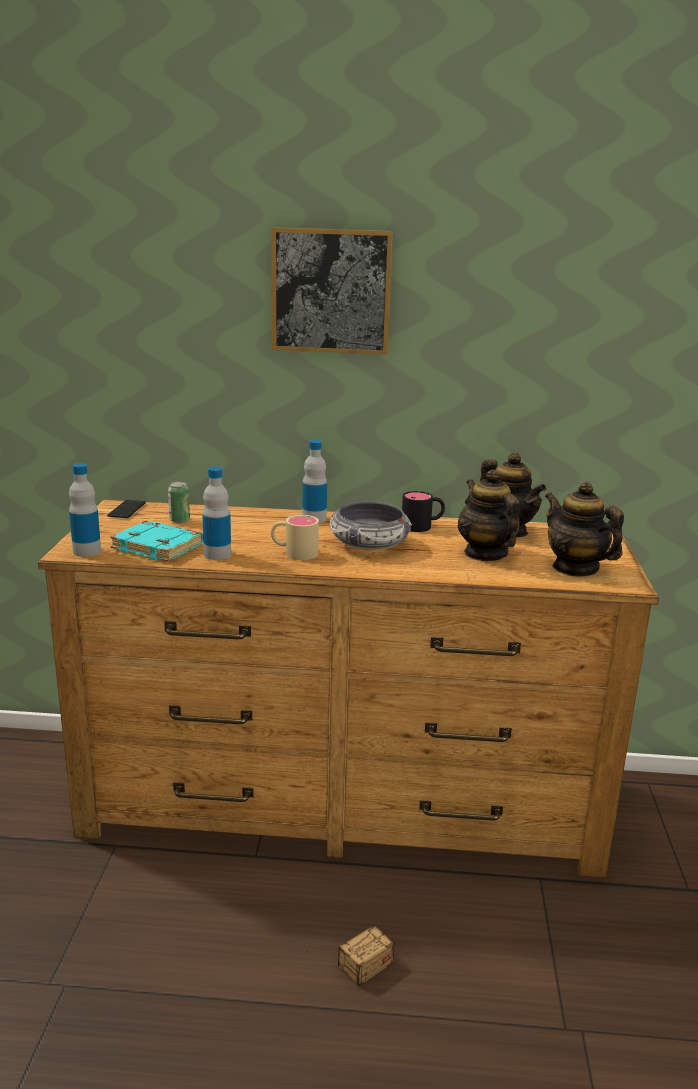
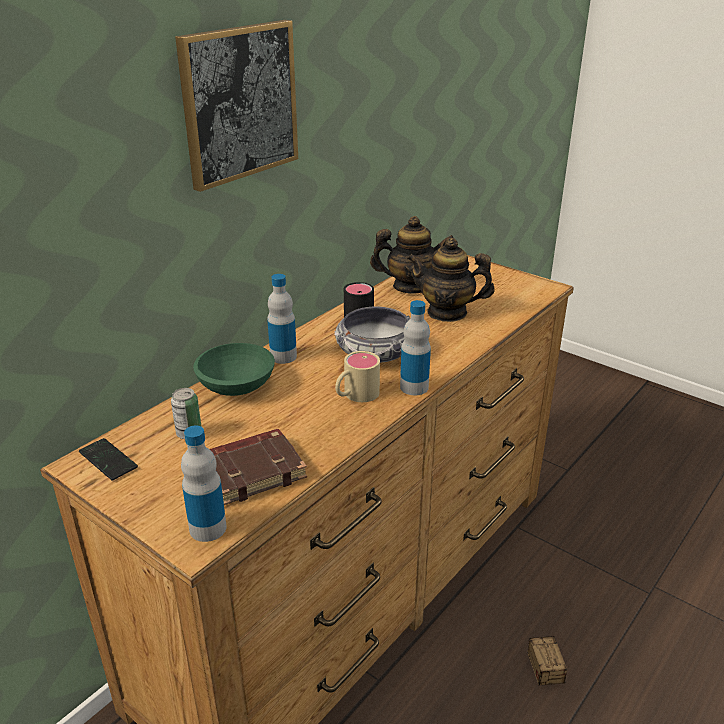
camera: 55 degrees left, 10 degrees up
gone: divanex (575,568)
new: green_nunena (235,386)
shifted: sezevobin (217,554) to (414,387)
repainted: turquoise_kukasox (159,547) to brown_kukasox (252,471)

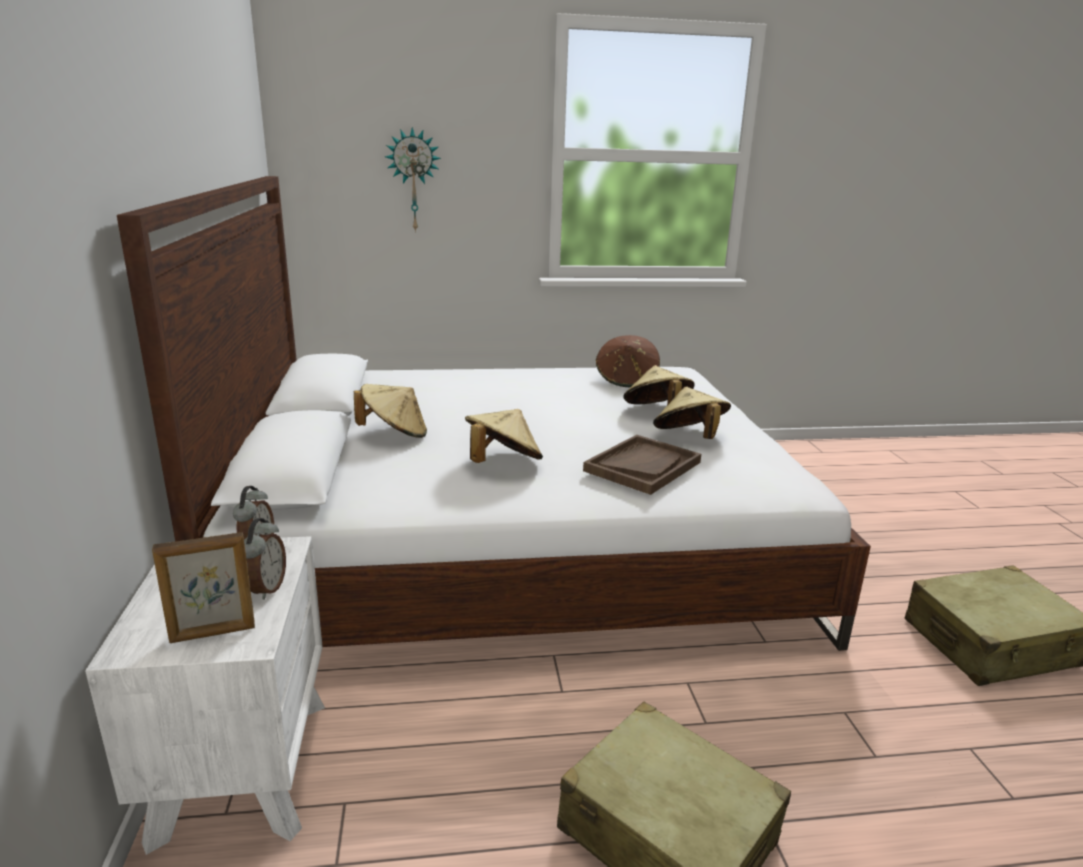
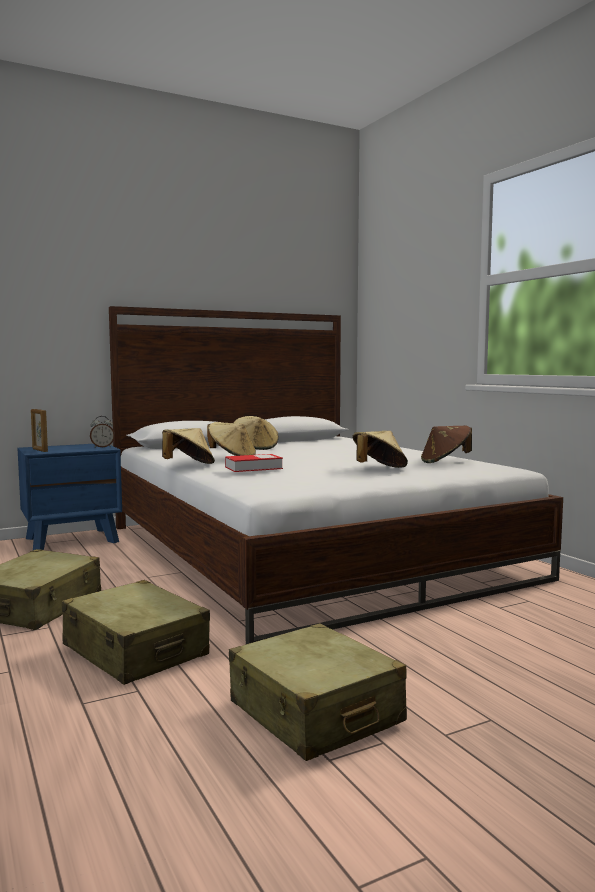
camera: 70 degrees right, 15 degrees down
gone: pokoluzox (266,588); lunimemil (413,180)
new: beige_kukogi (135,651)
shifted: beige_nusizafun (689,438) to (188,465)
swapped: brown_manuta (642,466) to kukasox (253,468)
repainted: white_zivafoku (242,767) to blue_zivafoku (72,540)

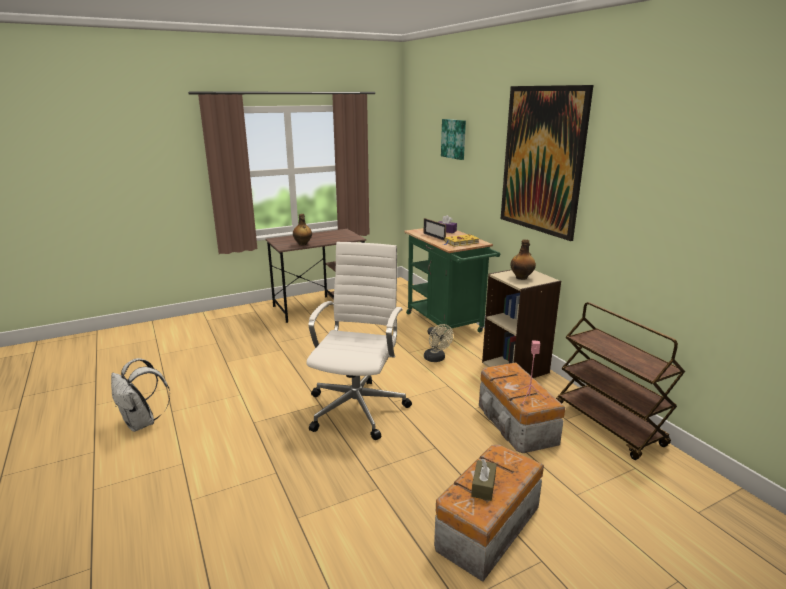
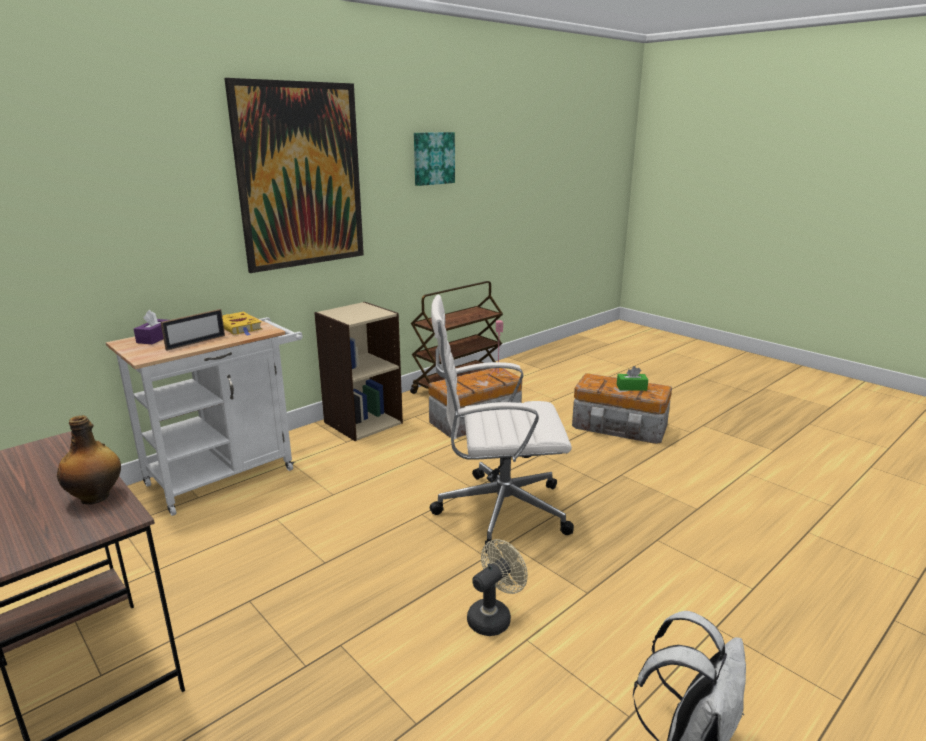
camera: 105 degrees left, 0 degrees up
gone: sezevobin (522,277)
shifted: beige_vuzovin (436,359) to (493,616); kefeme (454,139) to (433,158)
repainted: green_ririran (447,324) to white_ririran (229,473); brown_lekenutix (483,486) to green_lekenutix (631,387)

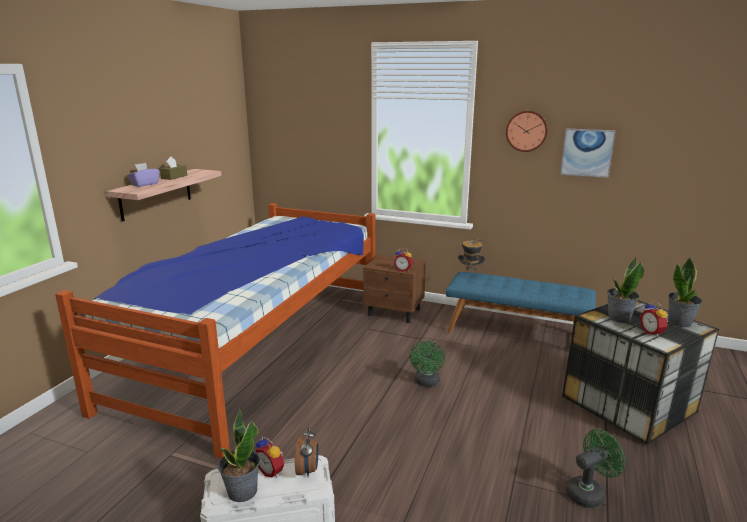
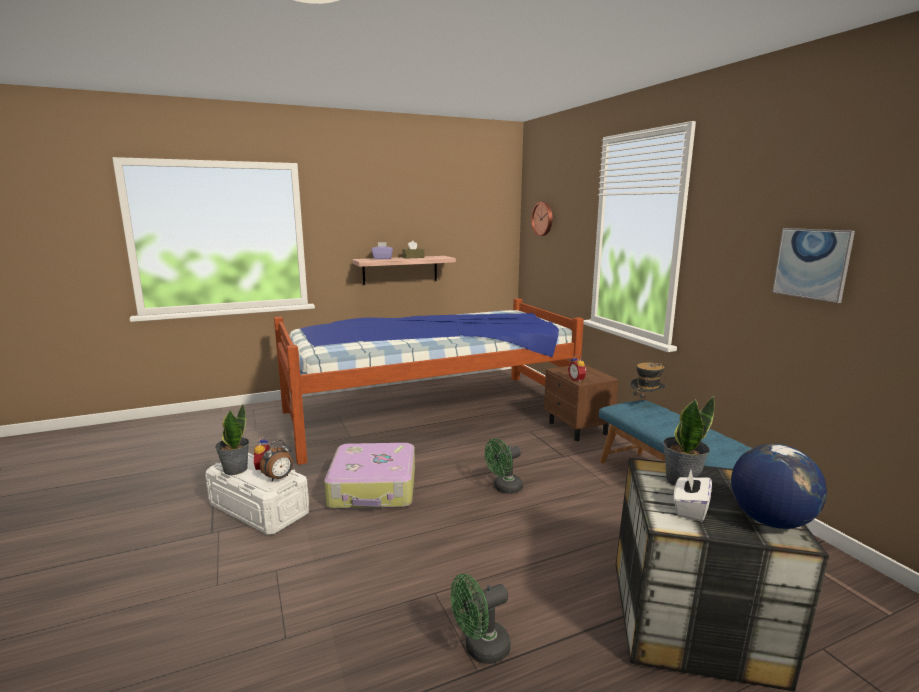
camera: 45 degrees right, 5 degrees down
new: kukogi (374,488)
shifted: lunimemil (526,131) to (543,219)
swapped: pokoluzox (652,332) to white_lekenutix (690,509); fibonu (680,322) to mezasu (770,521)
rotated: green_vuzovin (589,492) = (480,649) 135 degrees clockwise

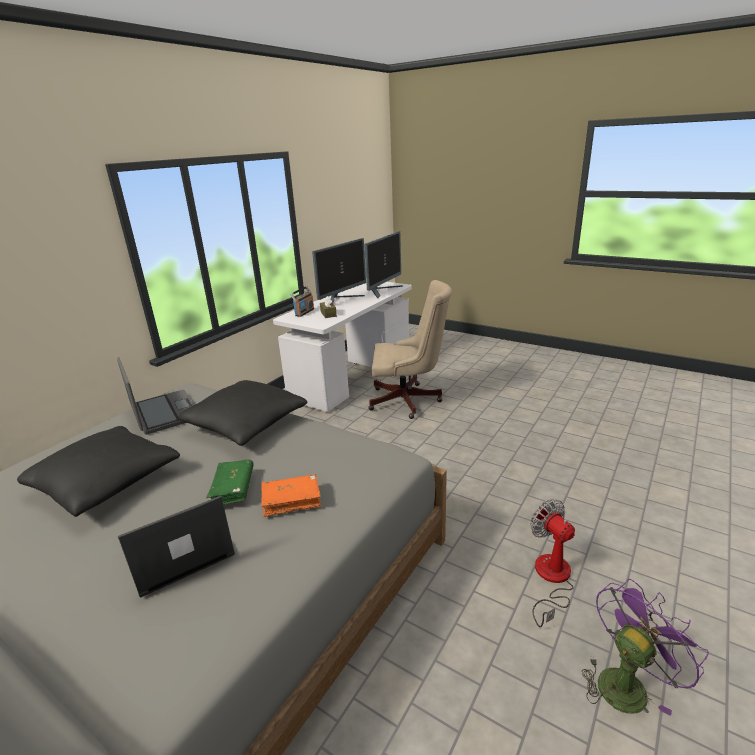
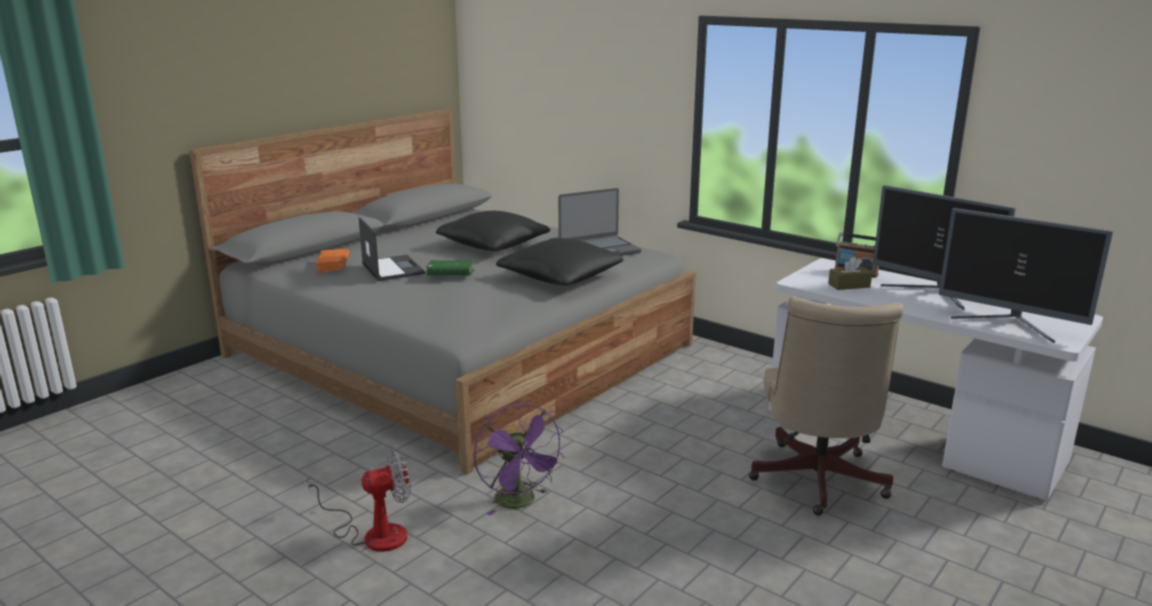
camera: 95 degrees right, 5 degrees down
shifted: orange_kukasox (291,500) to (333,266); purple_vuzovin (626,682) to (520,502)

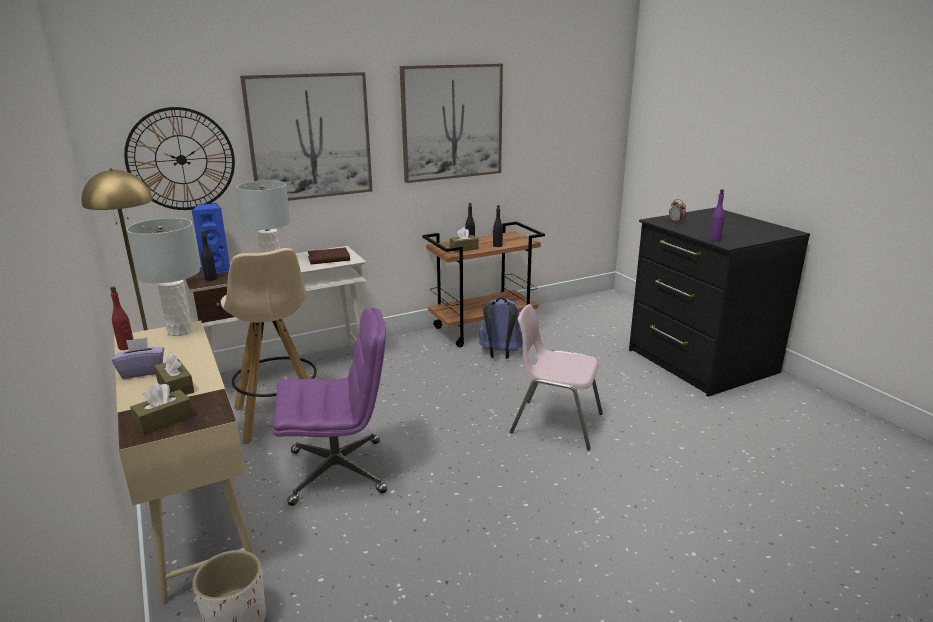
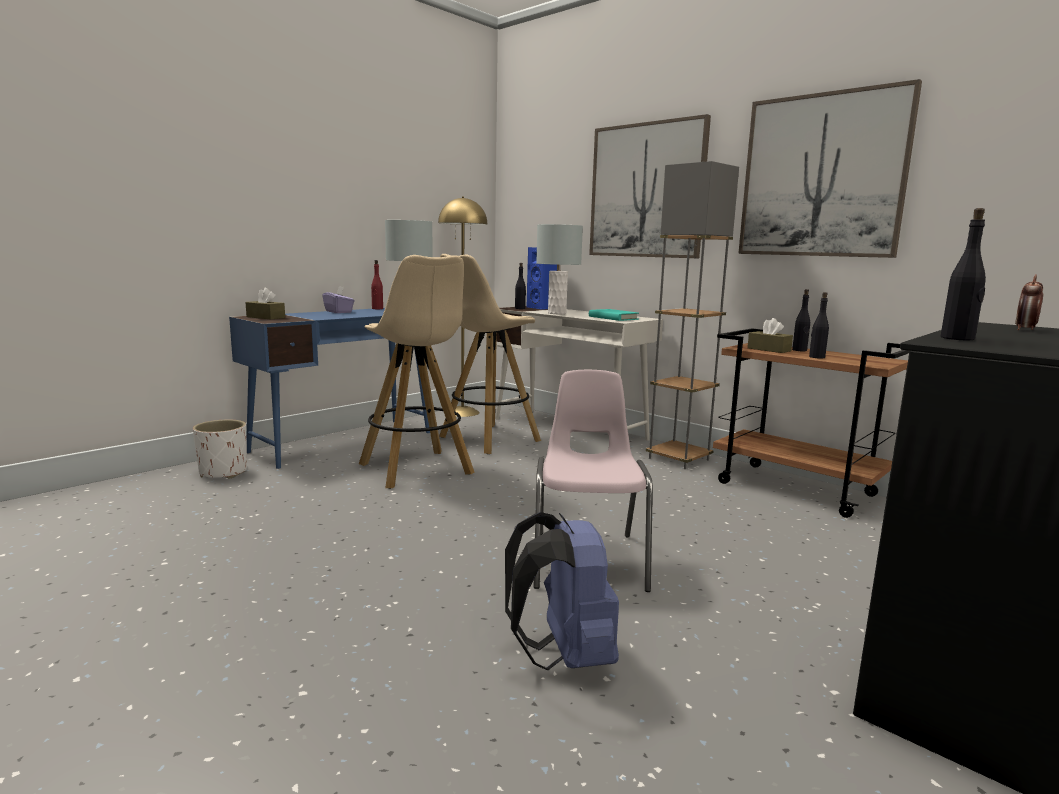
camera: 70 degrees right, 10 degrees down
gone: lunimemil (181,159); brown_lekenutix (175,387)
new: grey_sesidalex (679,459)
shifted: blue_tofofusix (500,354) to (564,656)
swapped: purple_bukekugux (339,471) to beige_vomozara (416,470)
repainted: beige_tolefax (196,513) to blue_tolefax (344,441); brown_kukasox (329,259) to turquoise_kukasox (613,318); purple_sezevobin (715,239) to black_sezevobin (958,338)

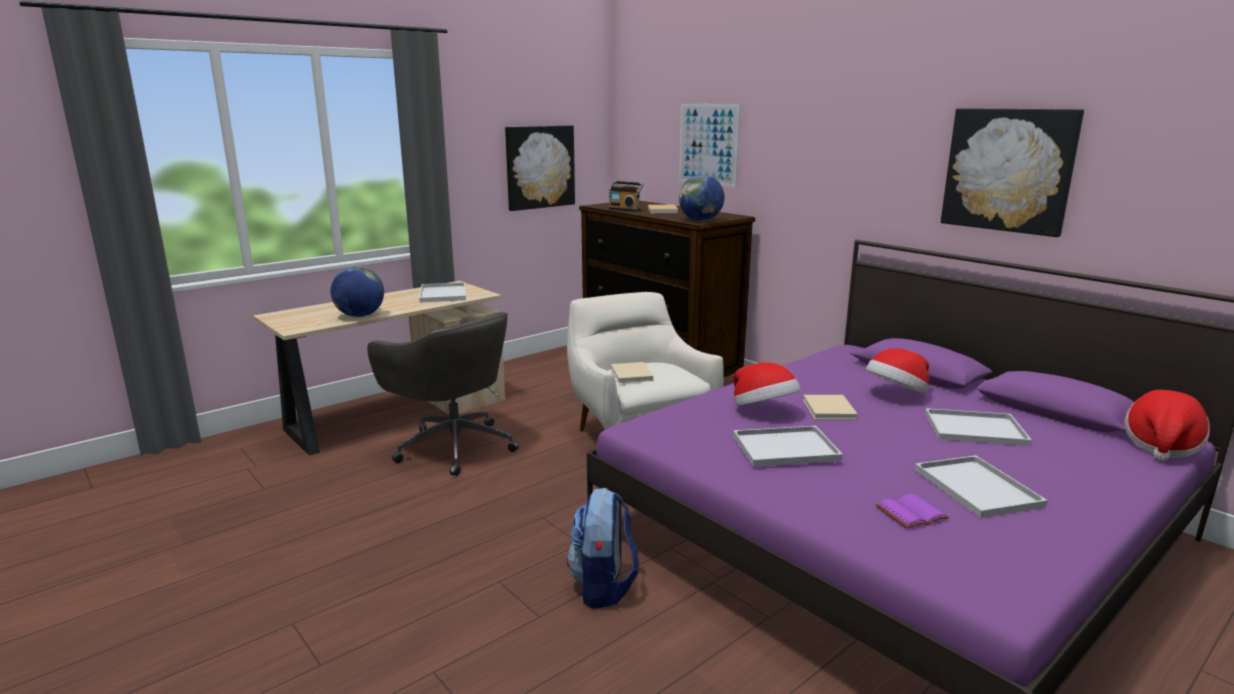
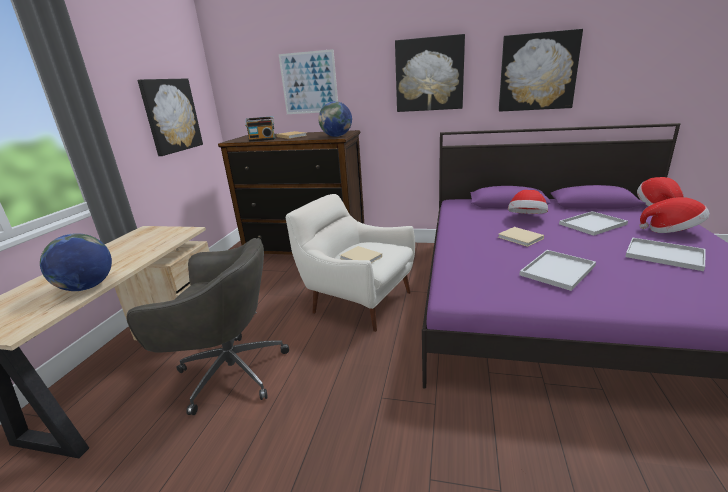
camera: 35 degrees left, 5 degrees up
gone: white_manuta (444,294); tofofusix (604,587); purple_kukasox (910,512)
new: kefeme (429,75)
shifted: nusizafun (763,410) to (671,231)

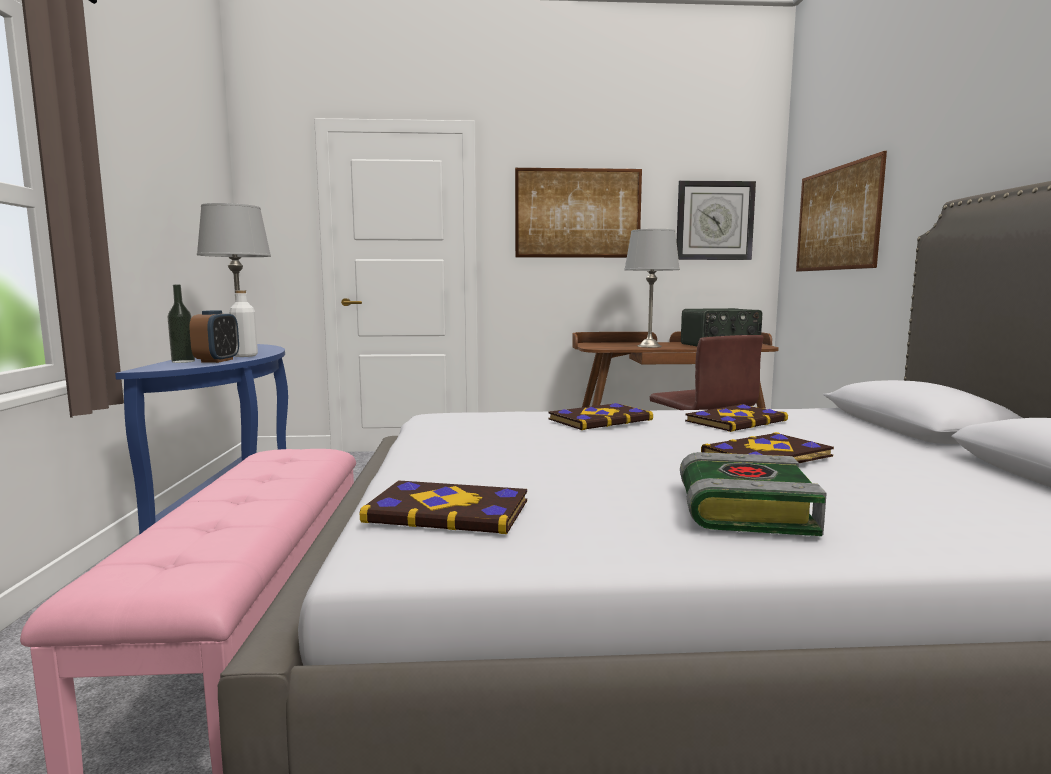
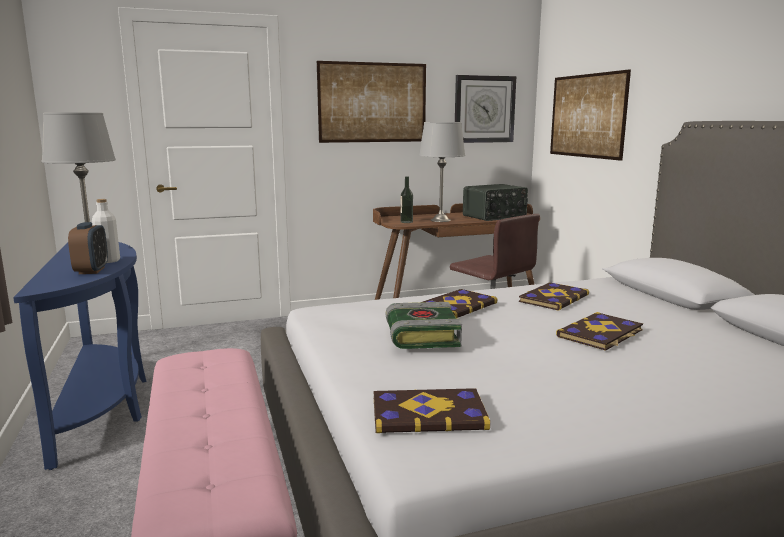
camera: 15 degrees left, 5 degrees up
shifted: sezevobin (183,361) to (406,222); kukasox (741,509) to (420,335)

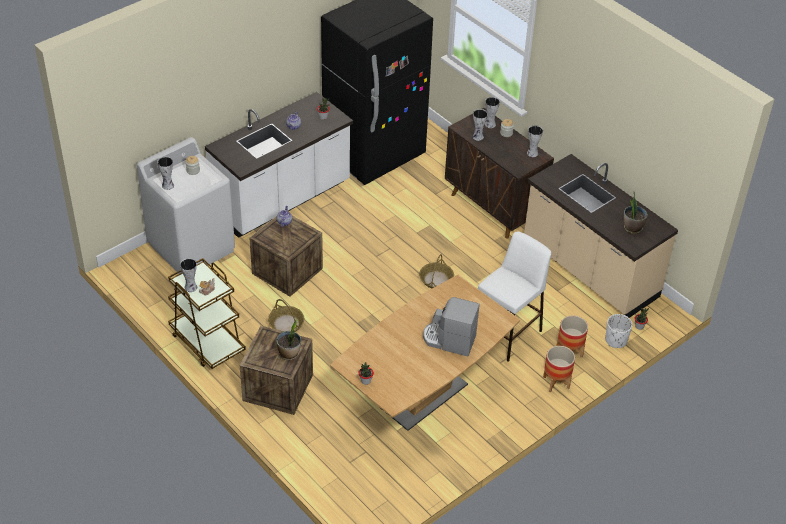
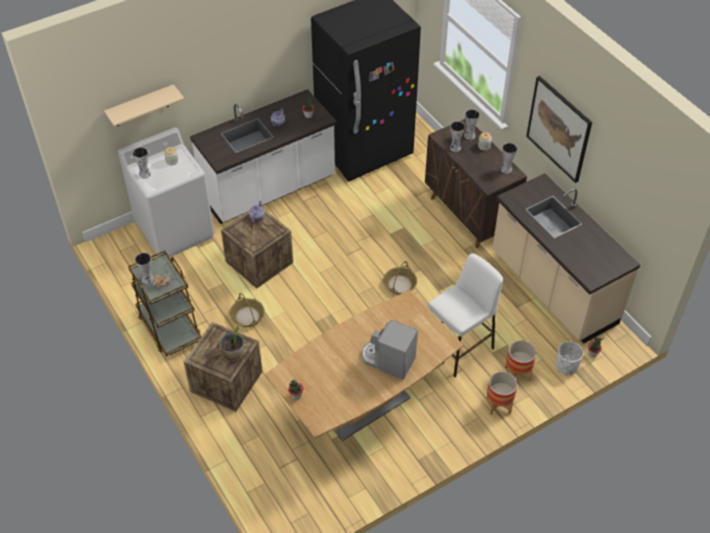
camera: 10 degrees right, 5 degrees up
gone: fibonu (632,228)
new: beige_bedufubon (141,106); kefeme (559,129)

